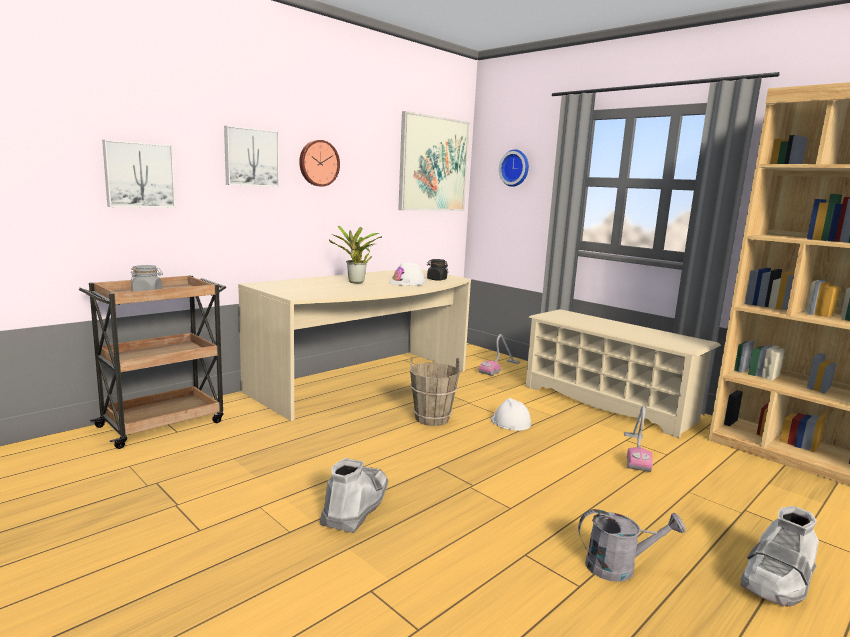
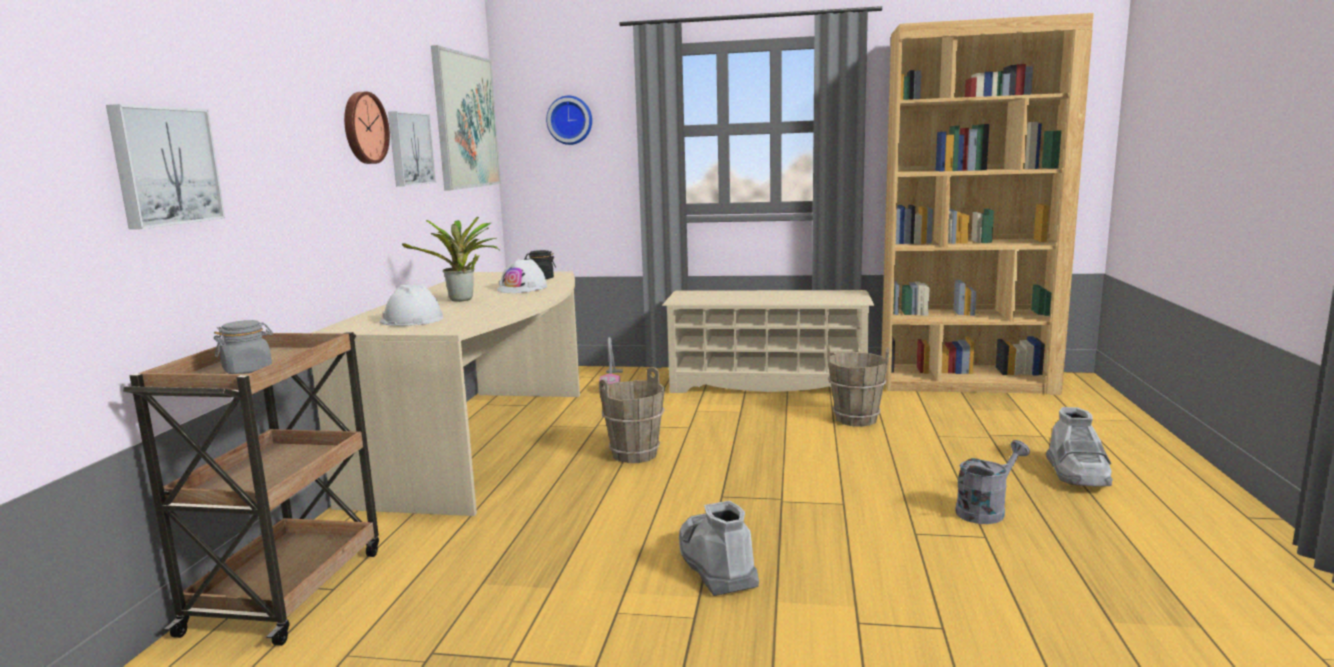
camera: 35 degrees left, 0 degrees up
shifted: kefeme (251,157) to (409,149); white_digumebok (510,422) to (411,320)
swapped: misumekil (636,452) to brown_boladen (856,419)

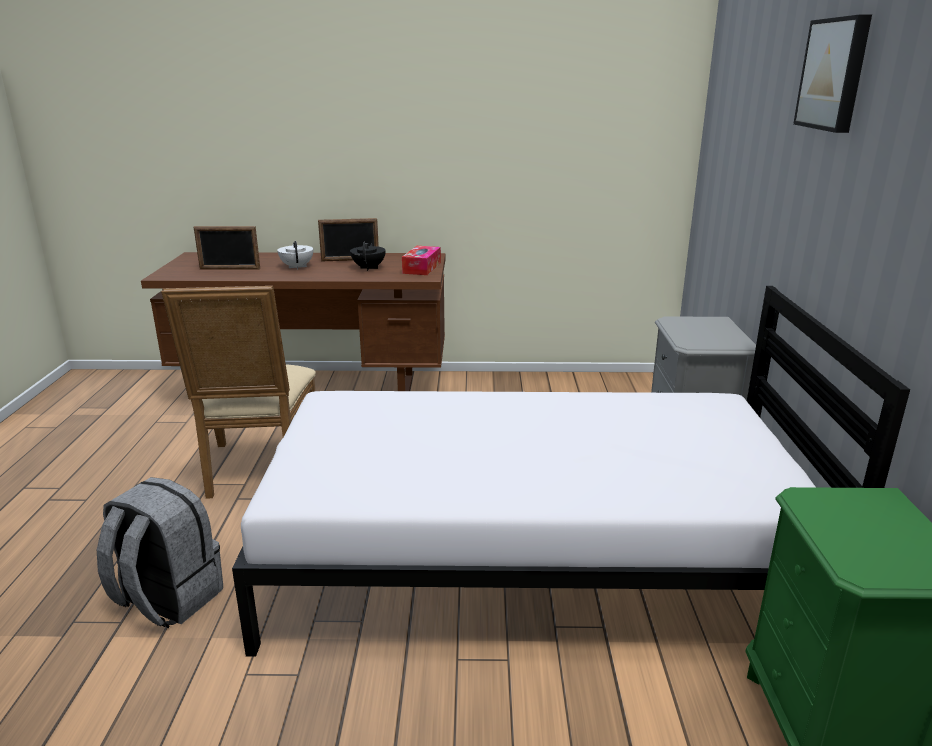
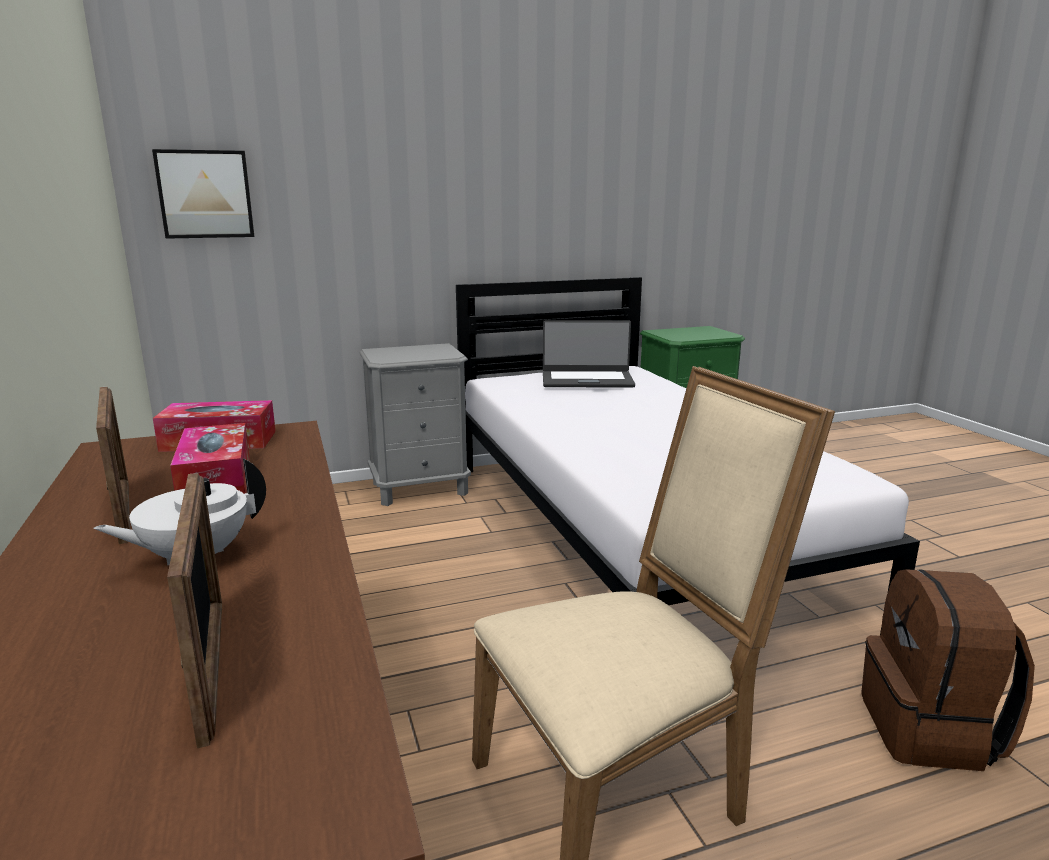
camera: 110 degrees left, 5 degrees down
new: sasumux (587,380)
shifted: kefeme (835,74) to (205,194)
swapped: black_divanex (369,268) to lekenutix (216,479)
repainted: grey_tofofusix (167,599) to brown_tofofusix (931,731)

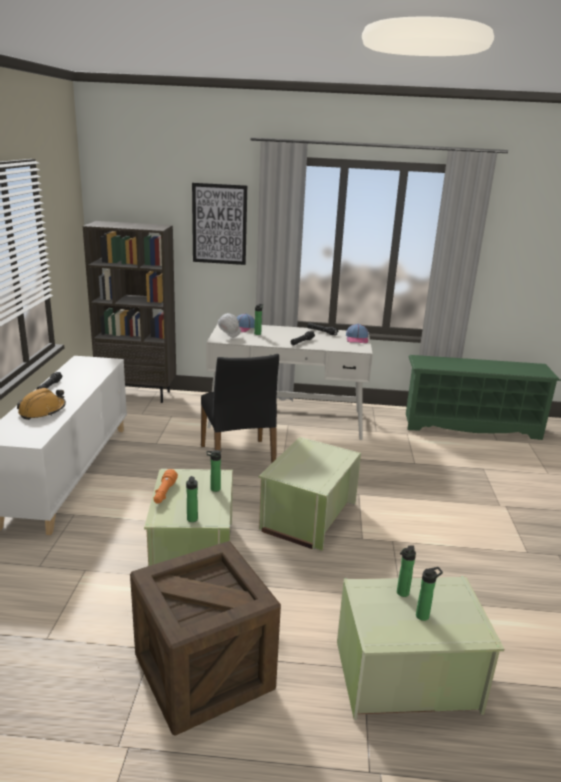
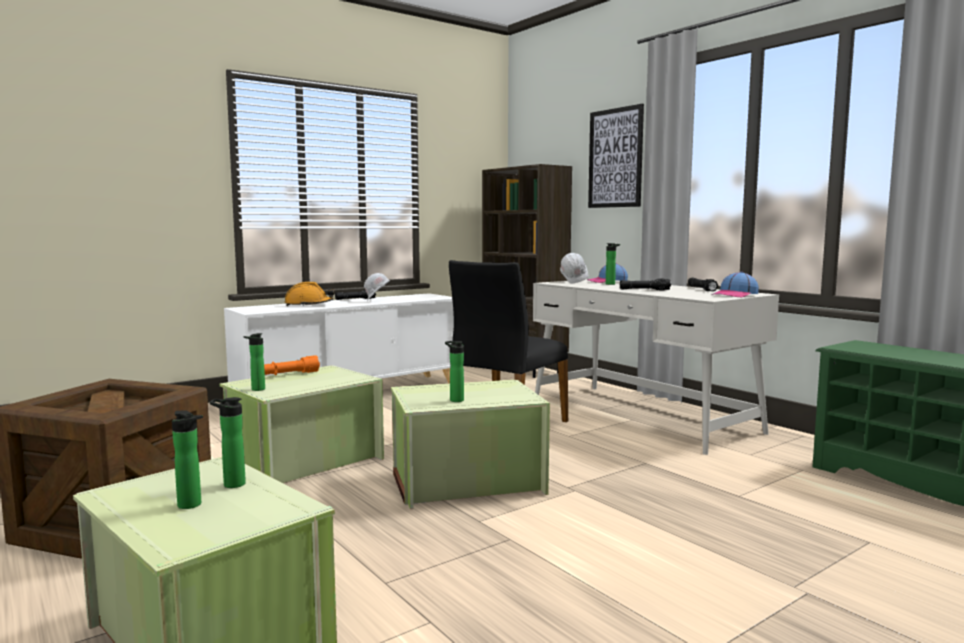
camera: 50 degrees right, 15 degrees down
new: white_digumebok (377,301)
shifted: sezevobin (213,489) to (455,400)

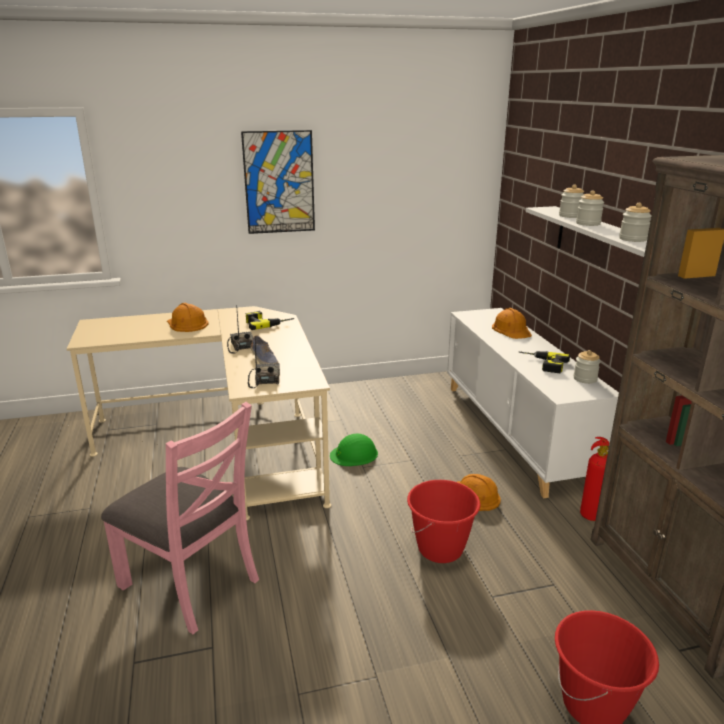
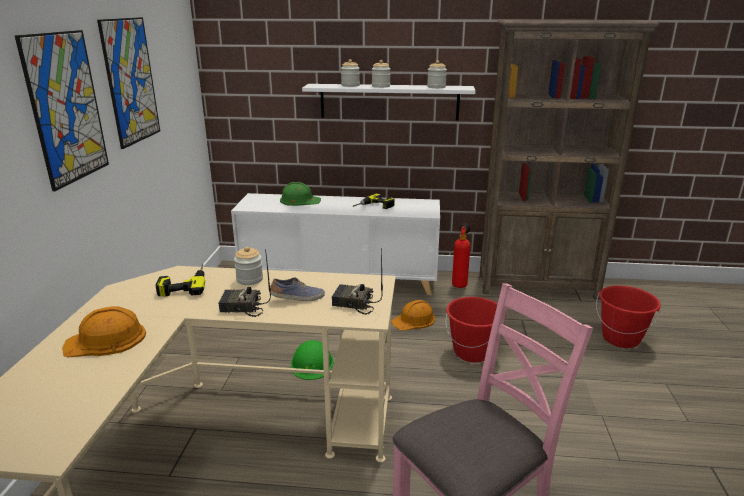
camera: 70 degrees left, 0 degrees up
new: kefeme (131,81)
shifted: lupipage (585,379) to (249,279)
repainted: orange_digumebok (511,329) to green_digumebok (300,200)

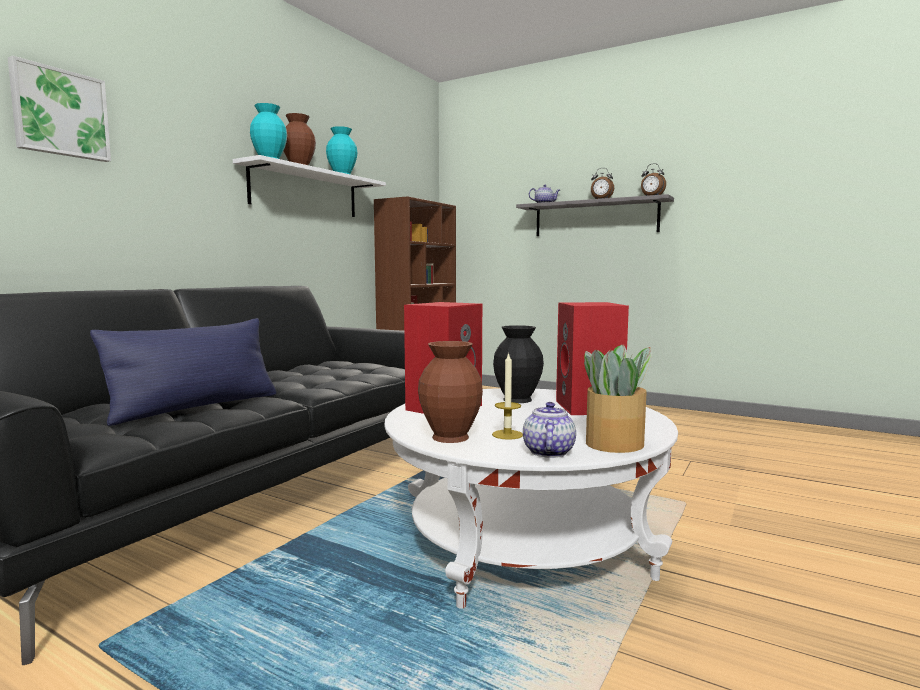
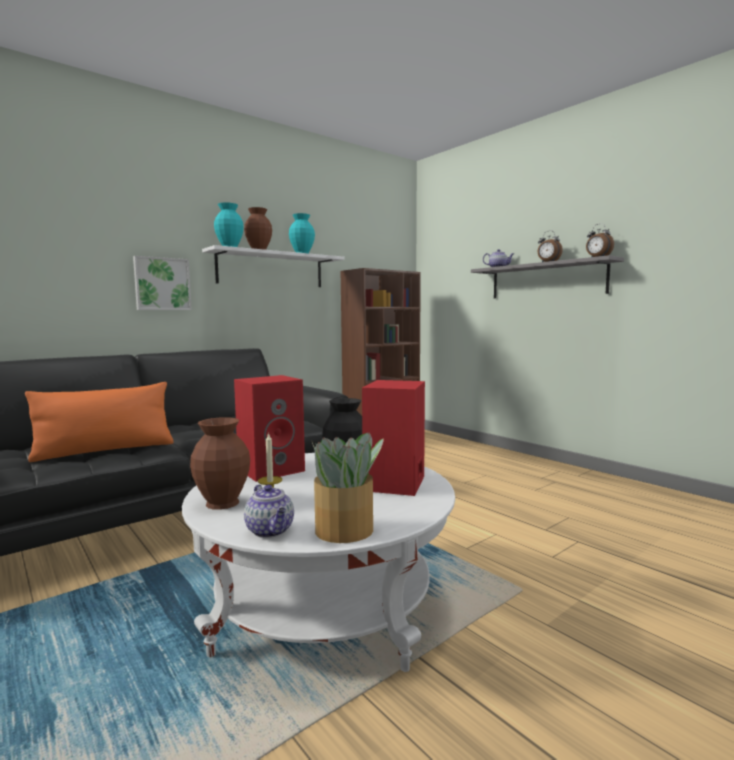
camera: 20 degrees right, 0 degrees up
shifted: kefeme (60,113) to (162,284)
repainted: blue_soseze (196,407) to orange_soseze (105,450)
rotated: divanex (548,452) = (271,531) 120 degrees clockwise

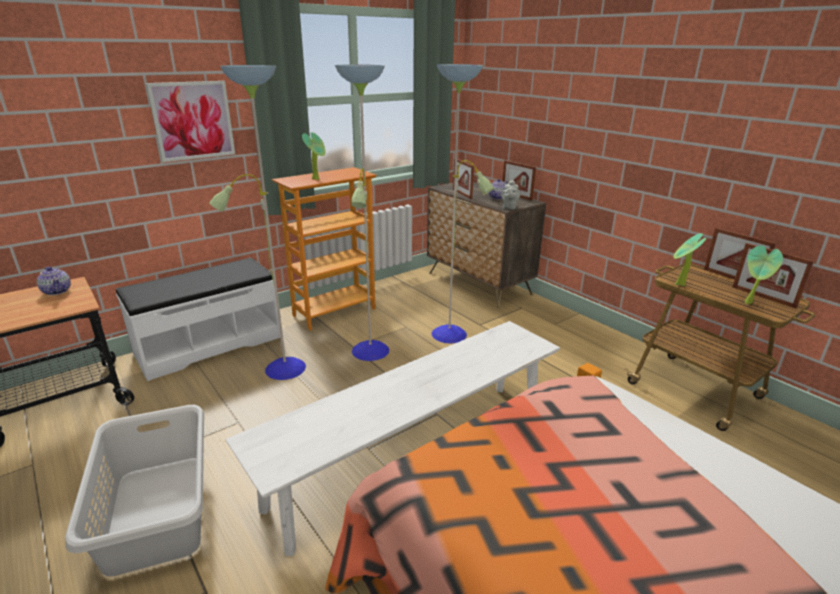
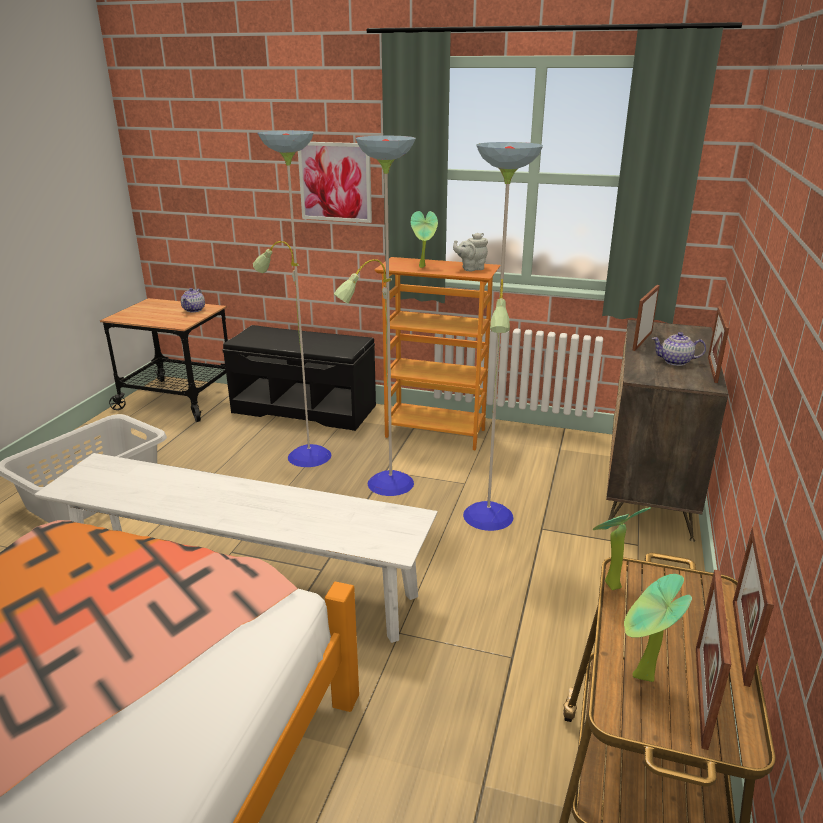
camera: 55 degrees right, 0 degrees up
shifted: grey_divanex (509,207) to (471,269)
repainted: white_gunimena (209,345) to black_gunimena (304,408)

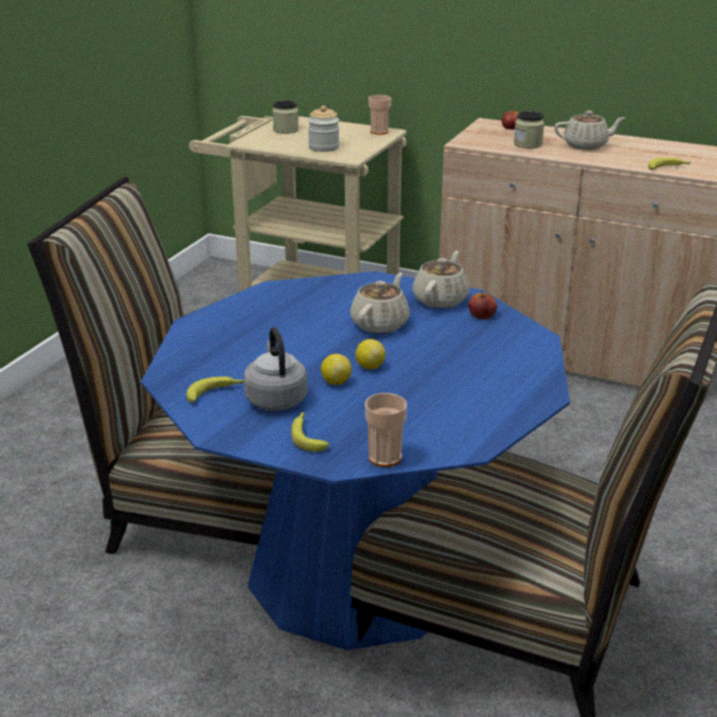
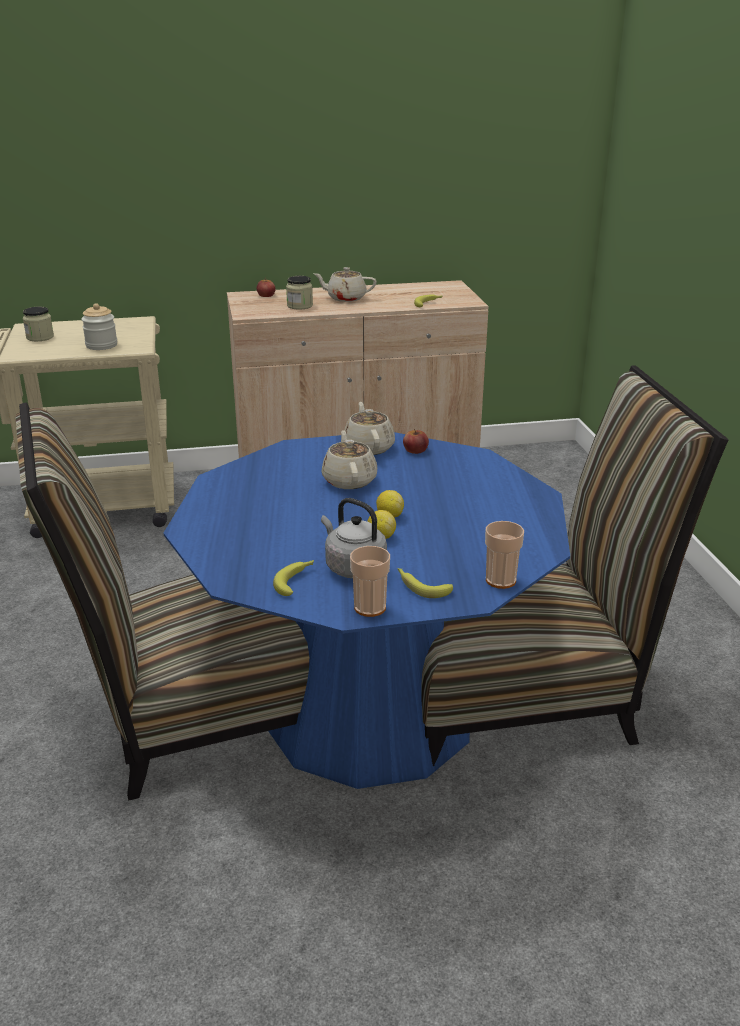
camera: 35 degrees left, 0 degrees up
shifted: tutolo (379,132) to (370,608)
rotated: beige_divanex (586,145) = (345,298) 135 degrees counterclockwise

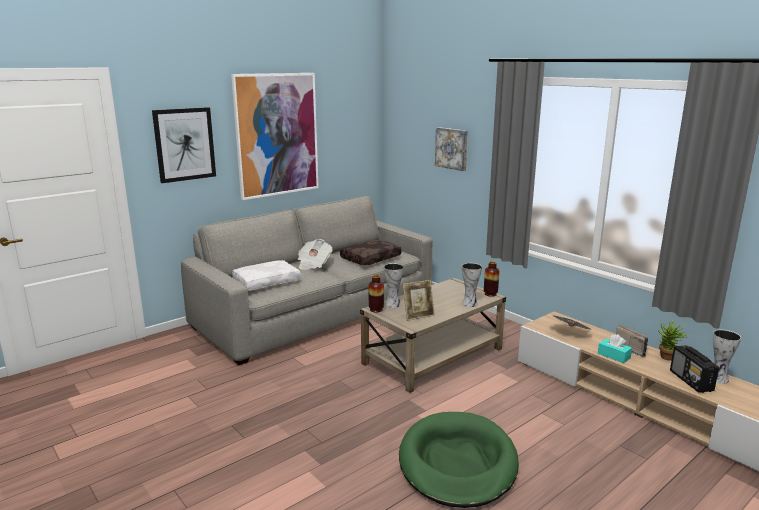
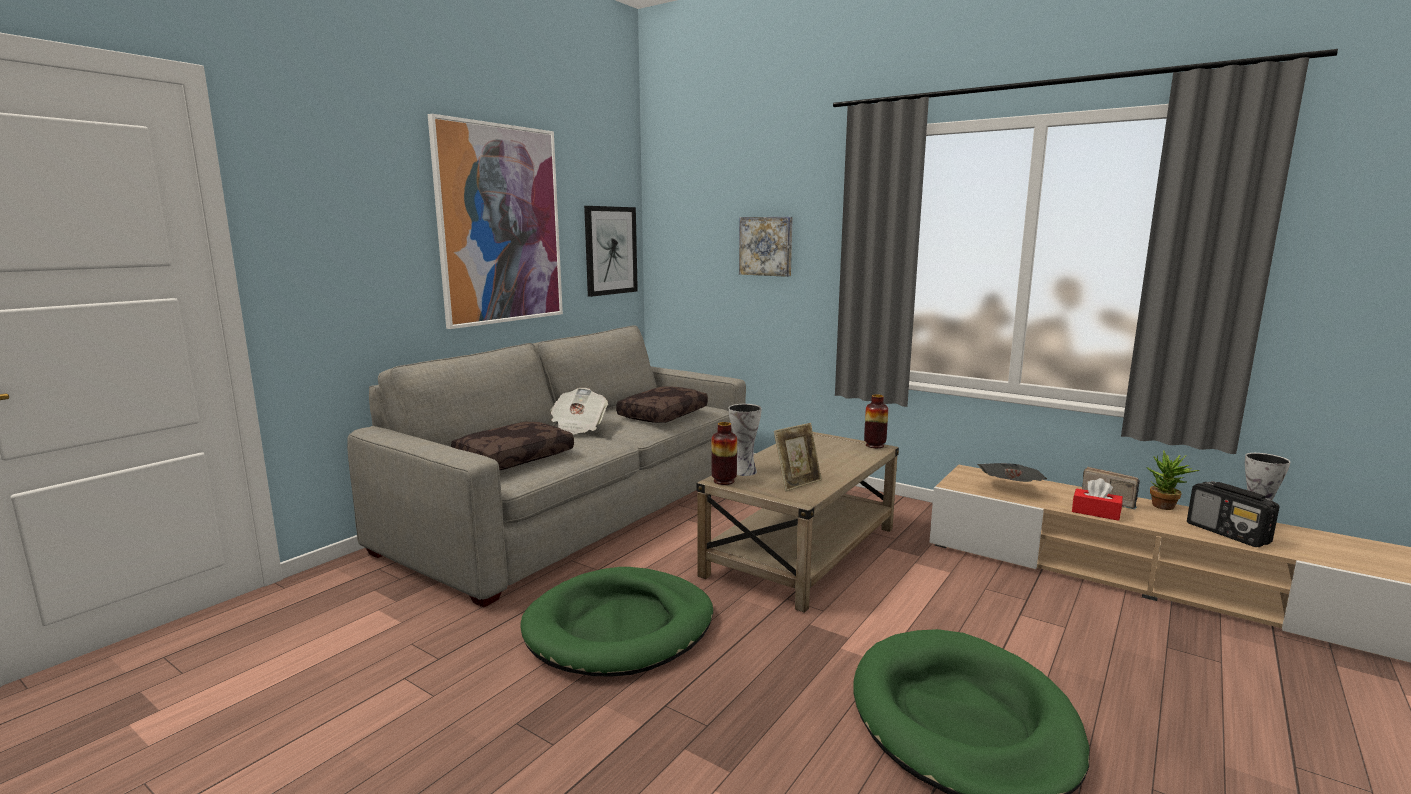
camera: 15 degrees left, 5 degrees down
gone: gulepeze (470,303)
new: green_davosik (620,627)
shifted: kefeme (184,144) to (610,250)
repainted: white_soseze (267,282) to brown_soseze (514,457); turquoise_lekenutix (613,356) to red_lekenutix (1095,512)

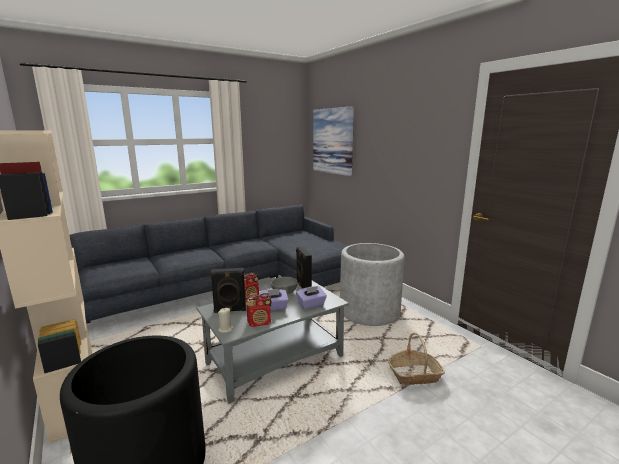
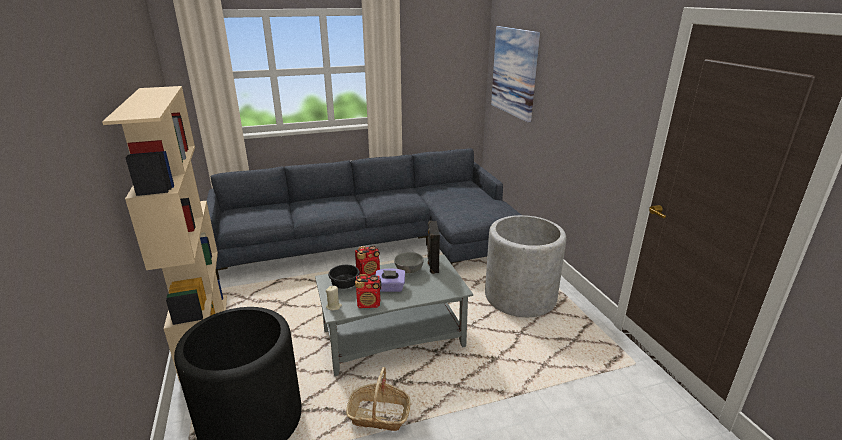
camera: 15 degrees right, 10 degrees up
gone: purple_lekenutix (311,305)
shifted: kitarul (414,375) to (379,415)
swapped: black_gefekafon (230,310) to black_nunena (345,284)

